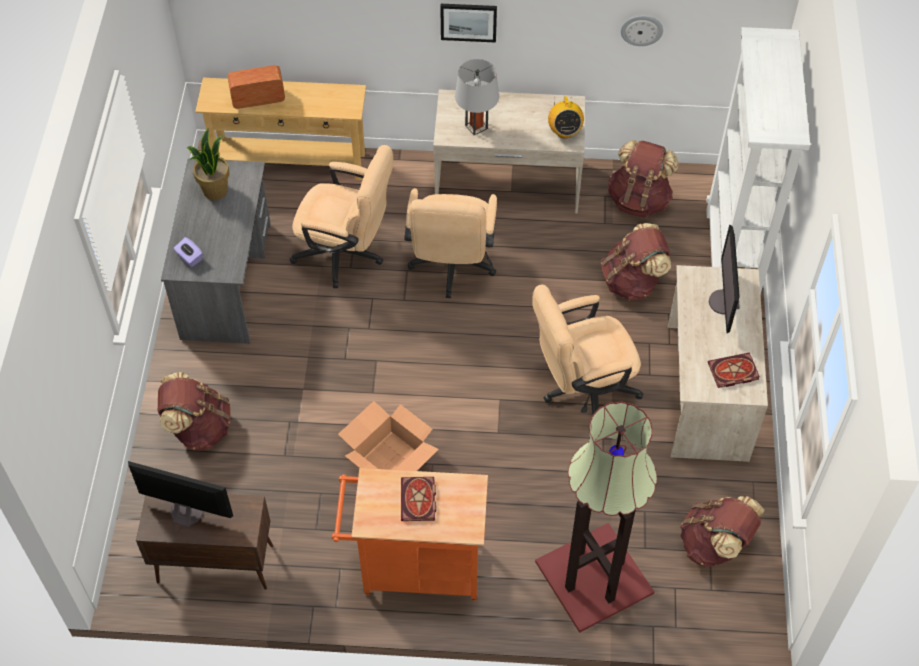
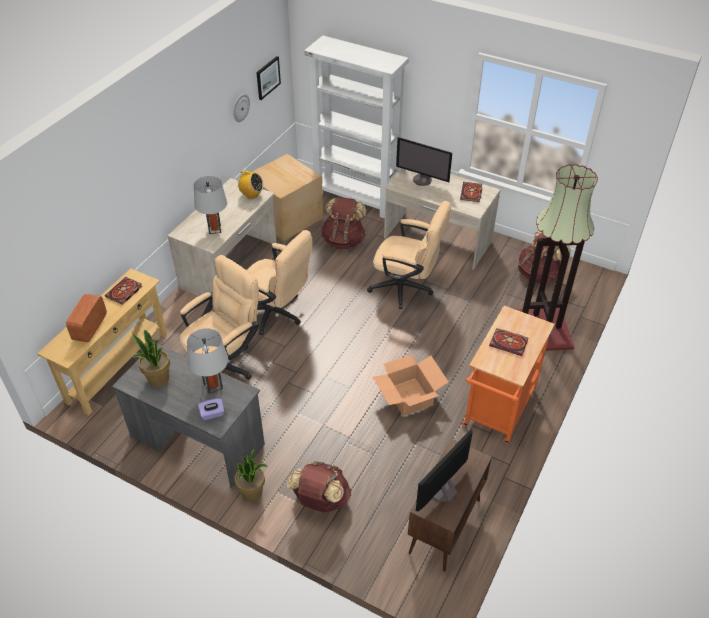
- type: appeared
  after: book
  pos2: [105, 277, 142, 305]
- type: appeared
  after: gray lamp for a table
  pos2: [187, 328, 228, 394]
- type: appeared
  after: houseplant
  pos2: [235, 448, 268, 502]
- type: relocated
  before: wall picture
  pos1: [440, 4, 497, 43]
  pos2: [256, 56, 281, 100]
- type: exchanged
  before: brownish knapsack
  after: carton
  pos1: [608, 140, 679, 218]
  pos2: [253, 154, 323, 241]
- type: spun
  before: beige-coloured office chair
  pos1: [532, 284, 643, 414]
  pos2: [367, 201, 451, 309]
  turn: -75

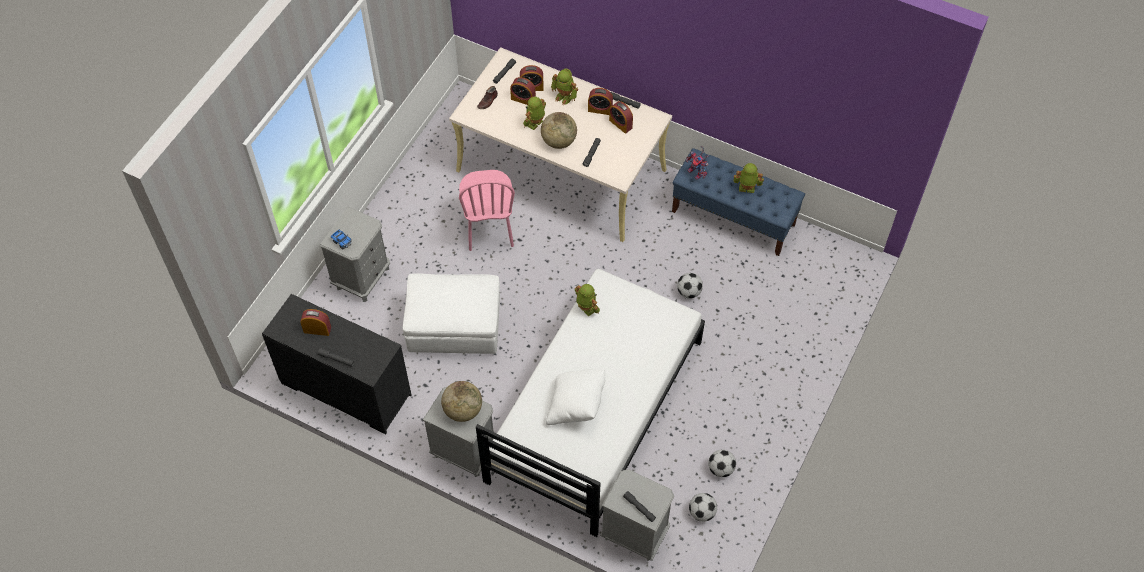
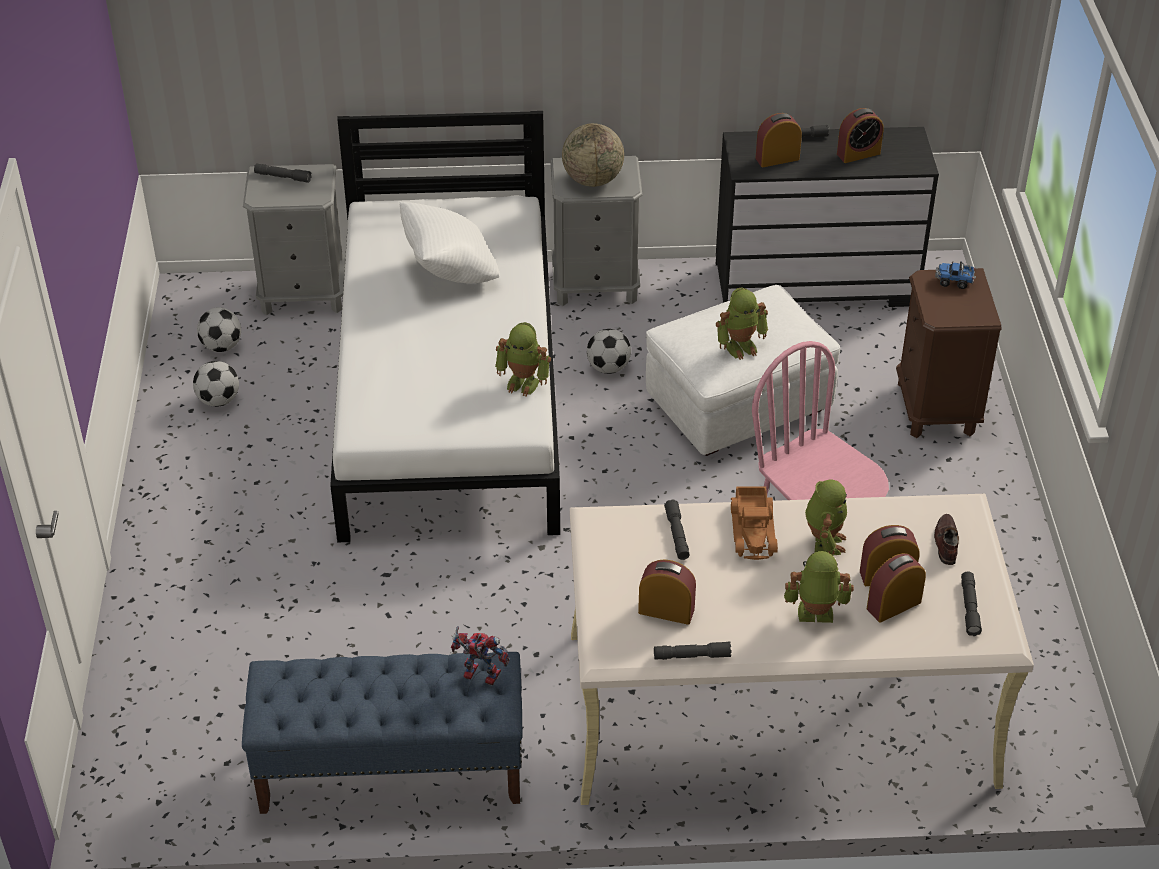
- type: relocated
  before: bedside clock
  pos1: [588, 88, 613, 115]
  pos2: [755, 113, 802, 168]
- type: relocated
  before: ball for football
  pos1: [677, 273, 703, 299]
  pos2: [587, 329, 631, 374]
- type: relocated
  before: model robot
  pos1: [733, 163, 764, 193]
  pos2: [716, 288, 768, 360]
- type: exchanged
  before: world globe
  after: toy truck
  pos1: [541, 112, 577, 149]
  pos2: [731, 486, 778, 560]
- type: colour
  before: gray bedside table
  after: brownish bedside table
  pos1: [320, 207, 390, 302]
  pos2: [896, 268, 1001, 438]

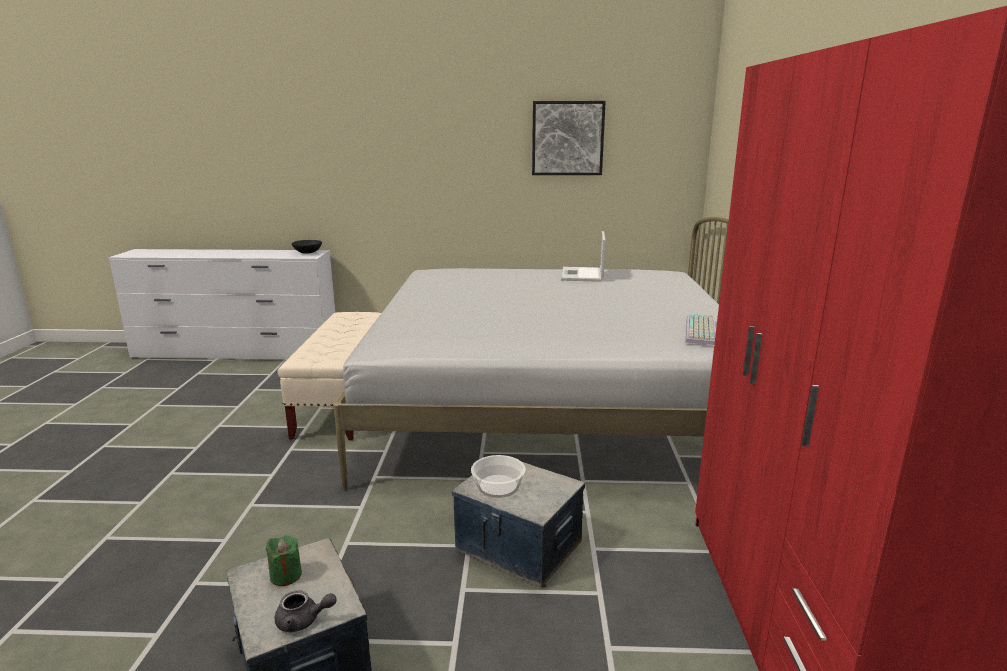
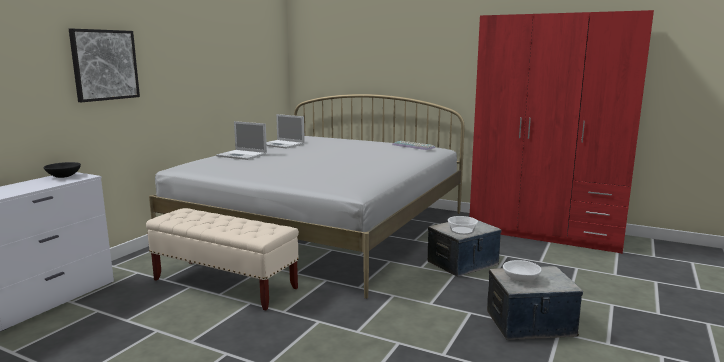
- type: missing
  before: gray tea pot
  pos1: [275, 590, 336, 632]
- type: appeared
  after: portable computer
  pos2: [216, 121, 267, 160]
- type: relocated
  before: wall picture
  pos1: [532, 101, 606, 175]
  pos2: [69, 29, 140, 102]
- type: exchanged
  before: green-coloured candle
  after: whitish bowl
  pos1: [266, 535, 302, 586]
  pos2: [503, 260, 541, 282]

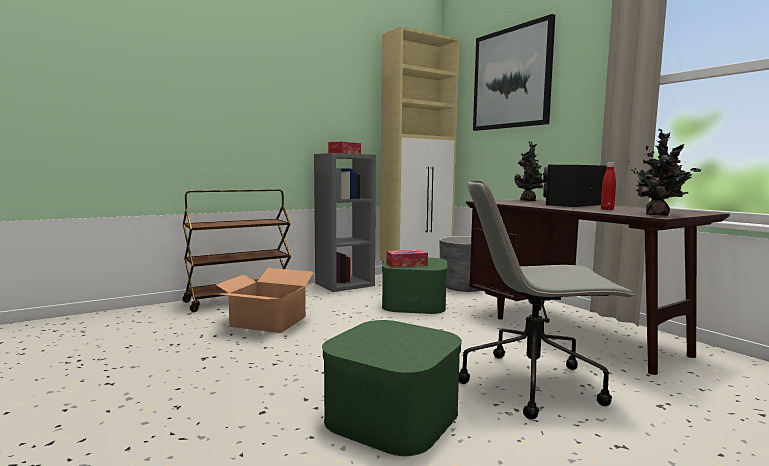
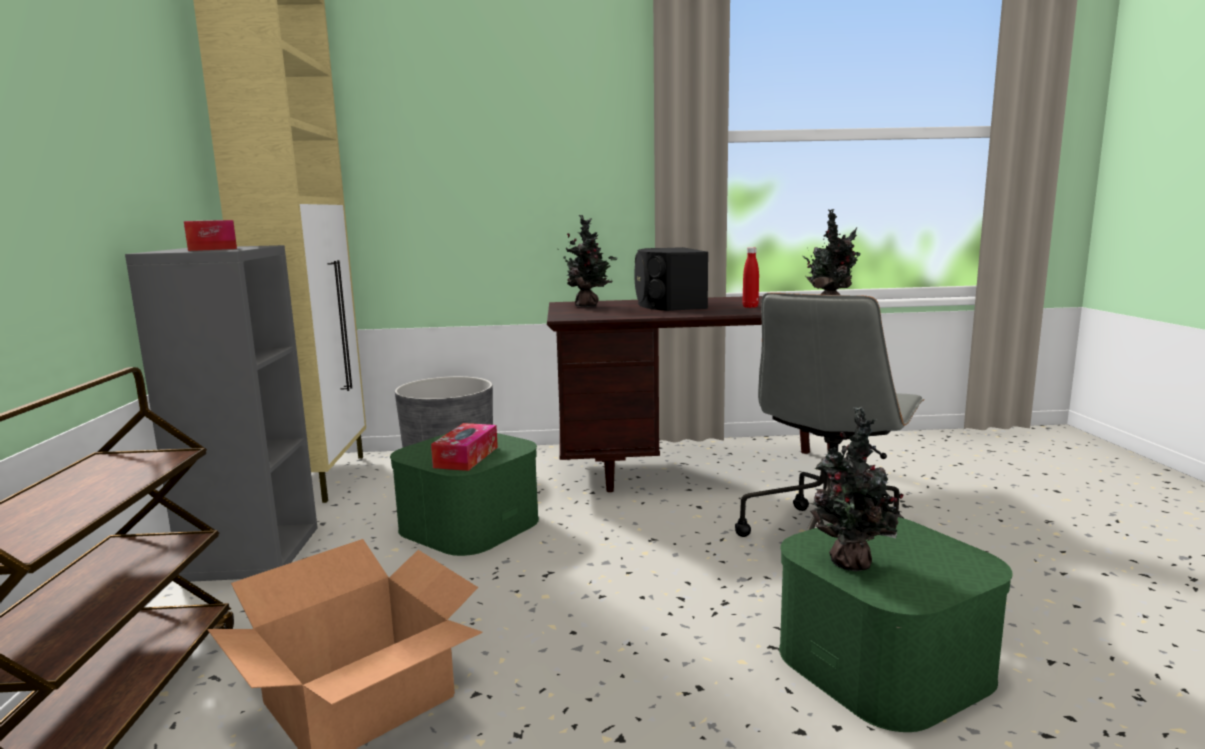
- type: missing
  before: wall picture
  pos1: [473, 14, 555, 131]
- type: appeared
  after: houseplant
  pos2: [810, 407, 904, 571]

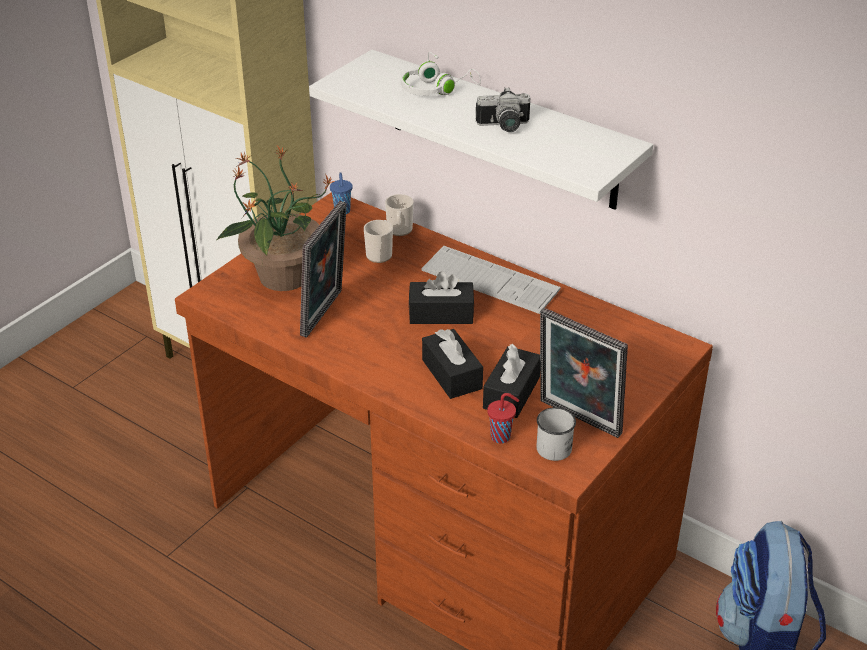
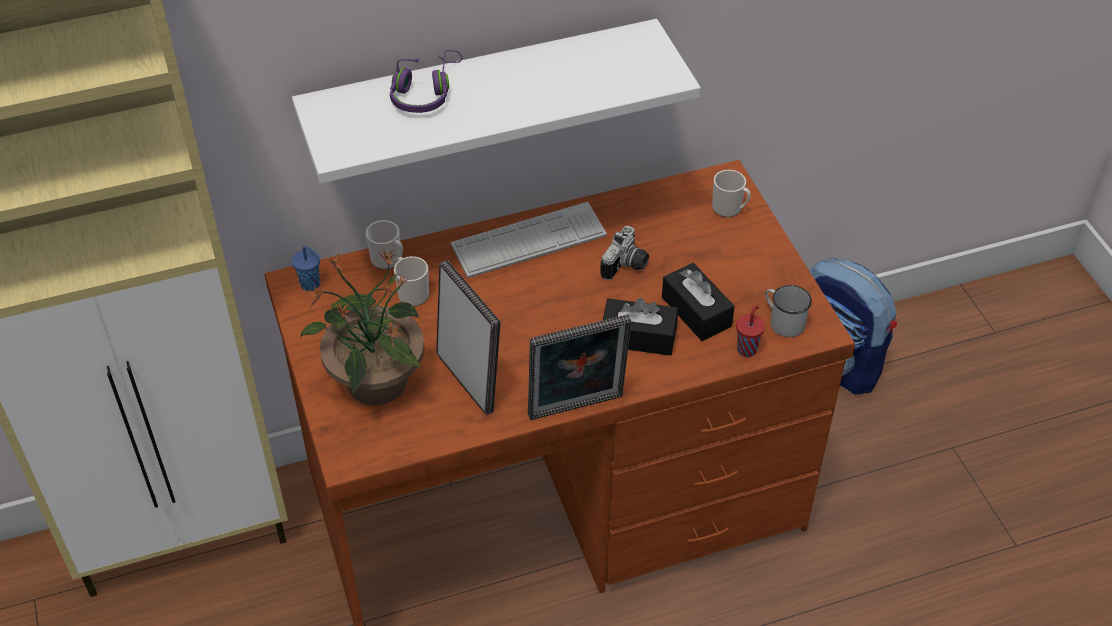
- type: missing
  before: black-coloured tissue box
  pos1: [409, 271, 474, 324]
- type: appeared
  after: coffee mug
  pos2: [712, 170, 751, 217]
- type: relocated
  before: still camera
  pos1: [476, 87, 530, 132]
  pos2: [600, 226, 649, 280]
- type: relocated
  before: photo frame
  pos1: [540, 308, 628, 438]
  pos2: [528, 314, 631, 420]
- type: colour
  before: whitish headset
  after: purple-coloured headset
  pos1: [401, 52, 481, 96]
  pos2: [390, 50, 462, 113]

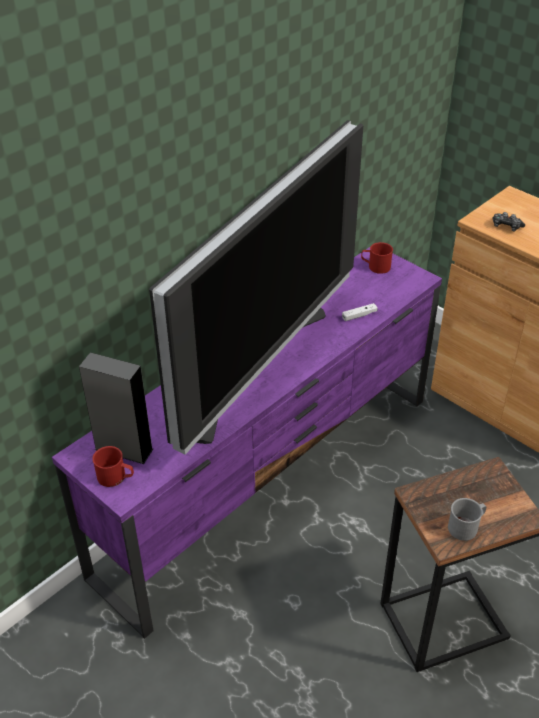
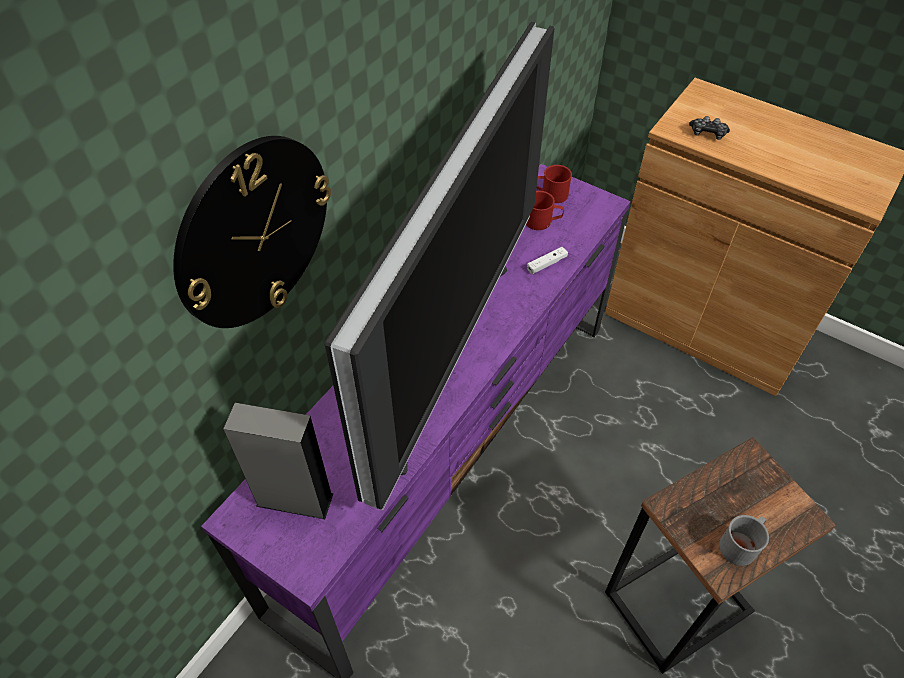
- type: appeared
  after: clock on the wall
  pos2: [173, 136, 331, 328]
- type: relocated
  before: red-coloured coffee mug
  pos1: [92, 446, 134, 487]
  pos2: [526, 191, 564, 230]

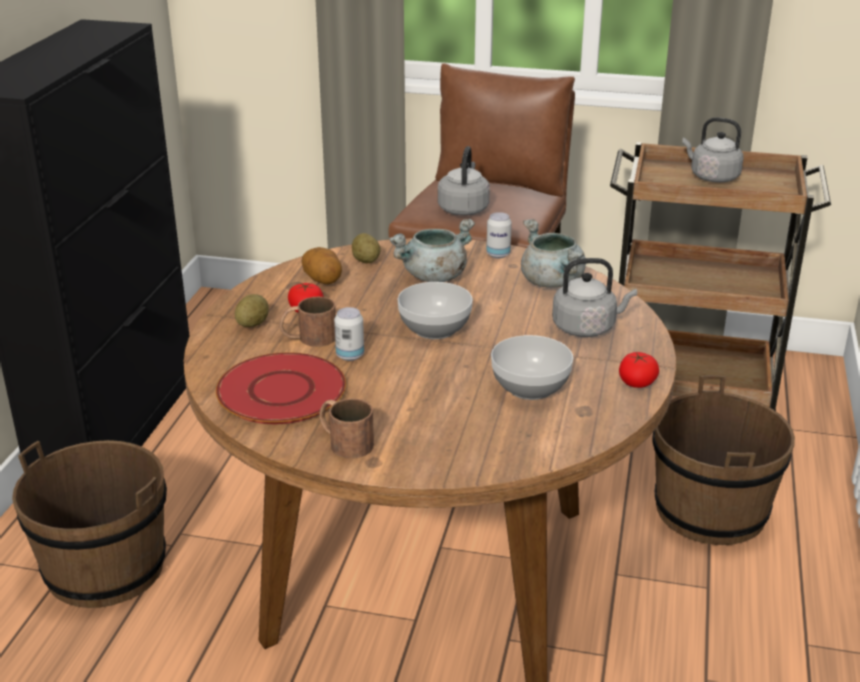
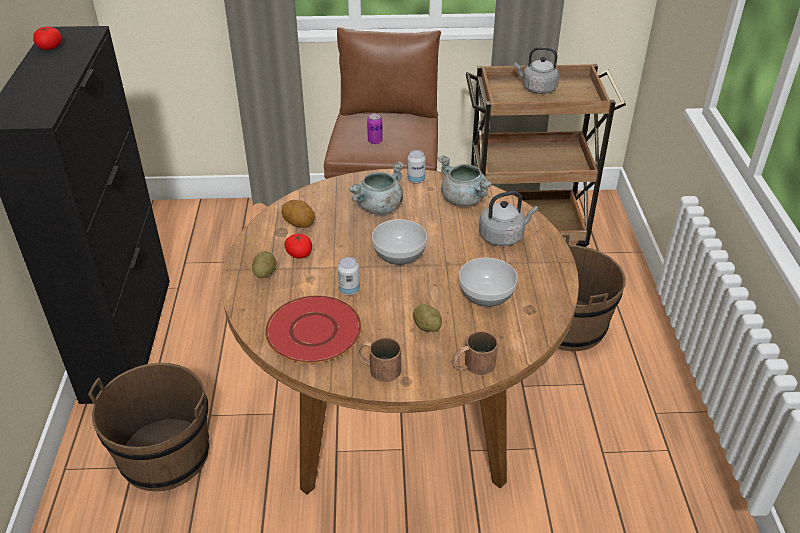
- type: relocated
  before: brownish coffee mug
  pos1: [279, 297, 336, 347]
  pos2: [452, 331, 498, 375]
- type: relocated
  before: potato
  pos1: [352, 233, 381, 263]
  pos2: [413, 304, 442, 332]
- type: relocated
  before: whole tomato
  pos1: [619, 352, 659, 388]
  pos2: [33, 27, 62, 50]
- type: exchanged
  before: gray tea kettle
  after: metal can
  pos1: [438, 146, 490, 215]
  pos2: [367, 113, 383, 144]

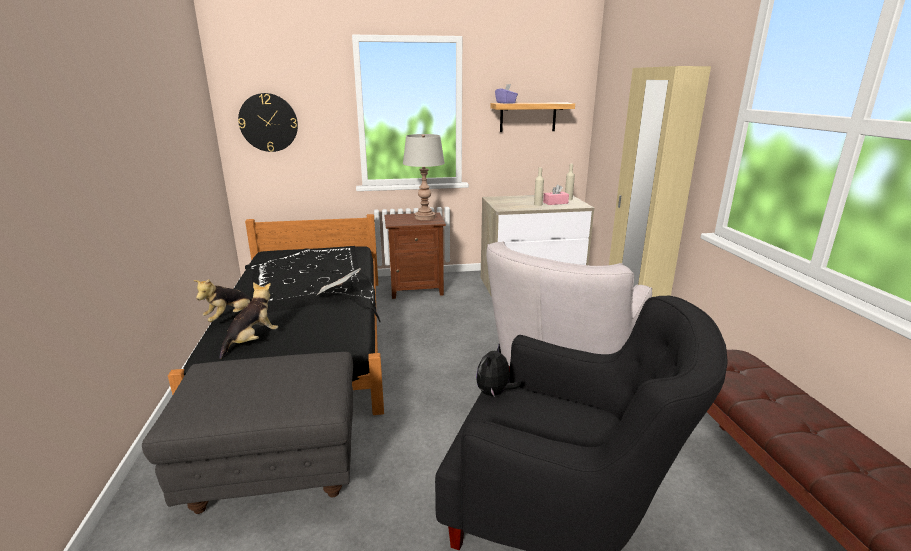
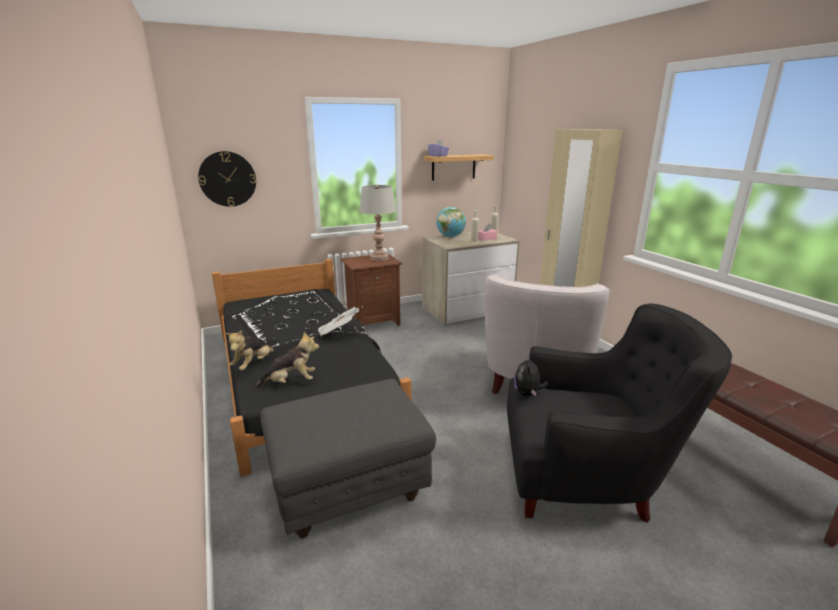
- type: appeared
  after: world globe
  pos2: [436, 207, 466, 237]
- type: spun
  before: soft toy
  pos1: [219, 282, 278, 359]
  pos2: [254, 332, 319, 388]
  turn: 60

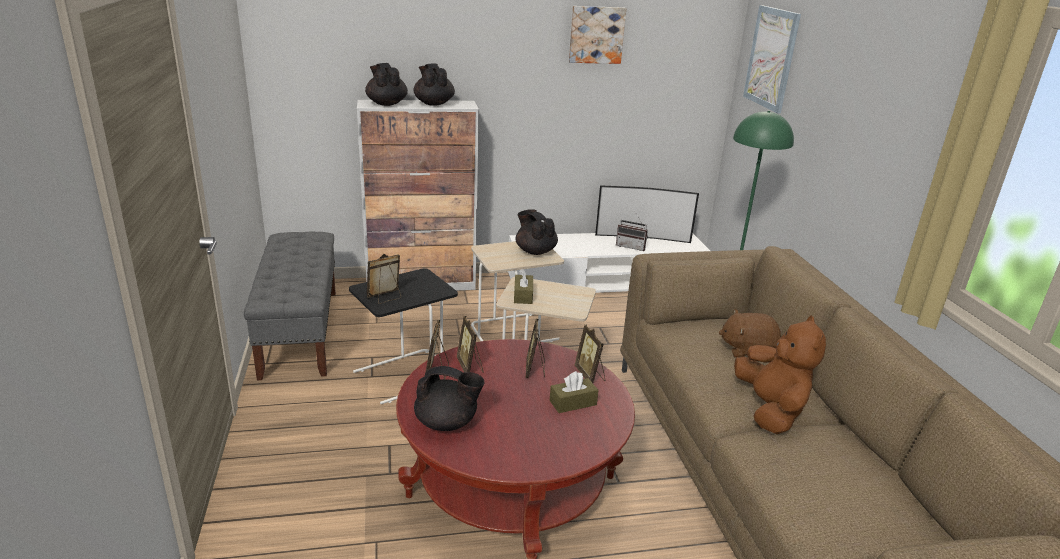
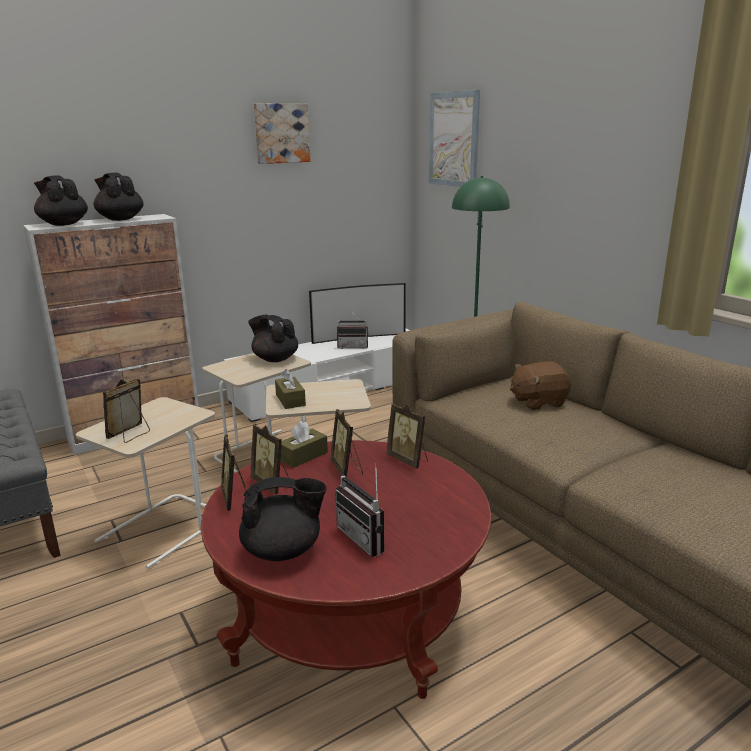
- type: missing
  before: brownish soft toy
  pos1: [734, 316, 826, 434]
- type: appeared
  after: radio
  pos2: [335, 463, 384, 557]
- type: relocated
  before: brownish tissue box
  pos1: [550, 371, 598, 413]
  pos2: [281, 421, 328, 468]
- type: colour
  before: black-coloured end table
  after: beige-coloured end table
  pos1: [349, 268, 458, 404]
  pos2: [76, 397, 215, 569]

